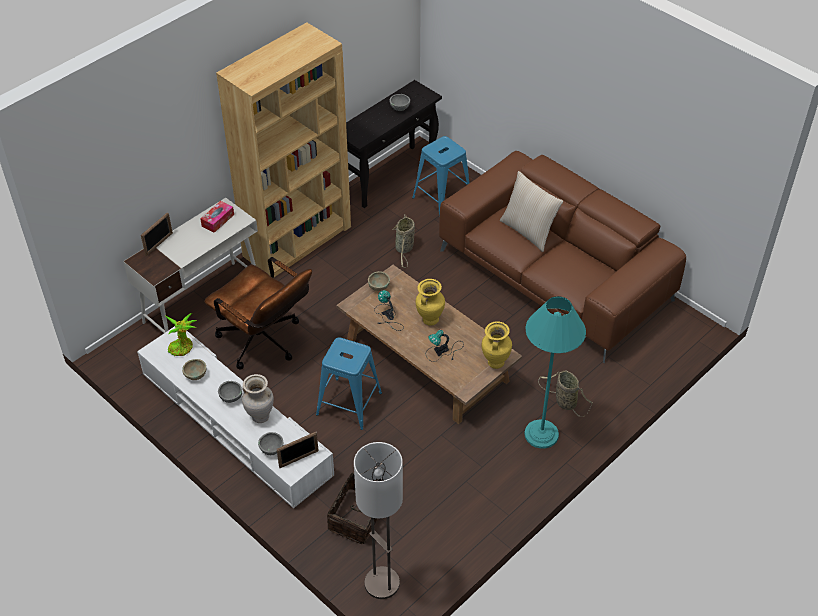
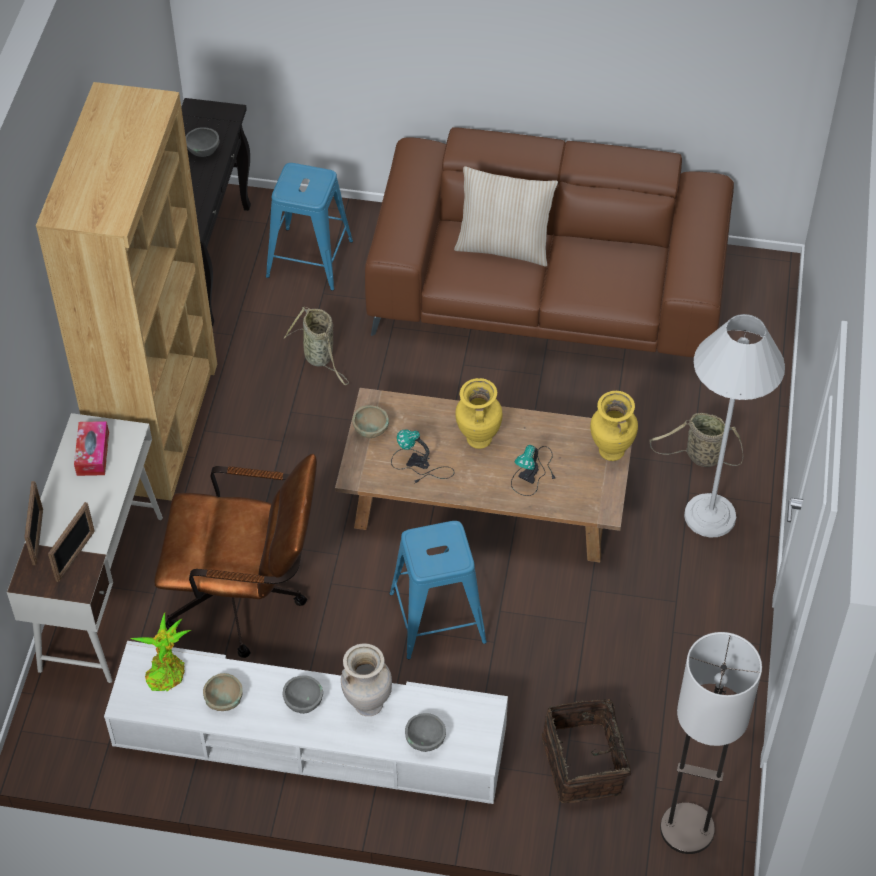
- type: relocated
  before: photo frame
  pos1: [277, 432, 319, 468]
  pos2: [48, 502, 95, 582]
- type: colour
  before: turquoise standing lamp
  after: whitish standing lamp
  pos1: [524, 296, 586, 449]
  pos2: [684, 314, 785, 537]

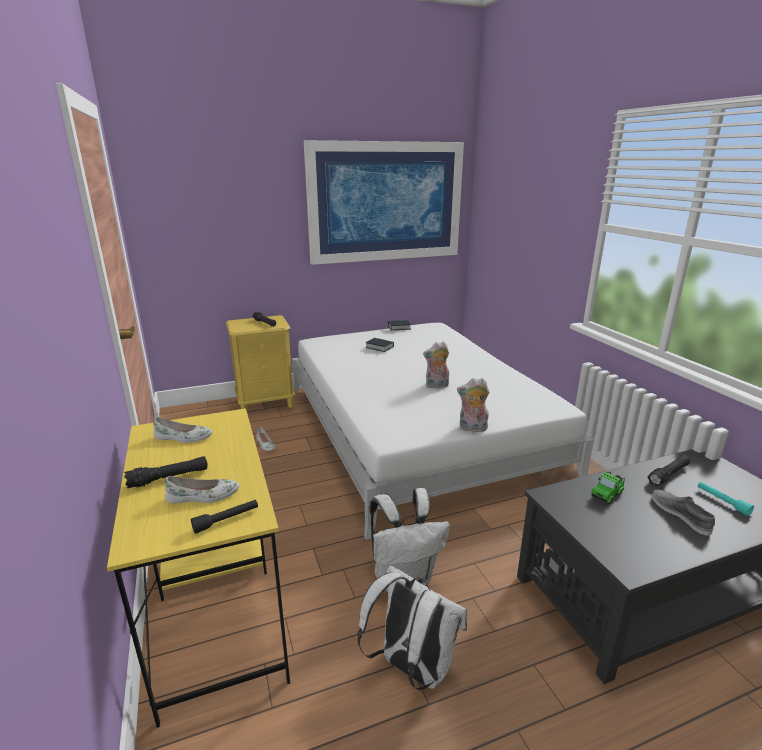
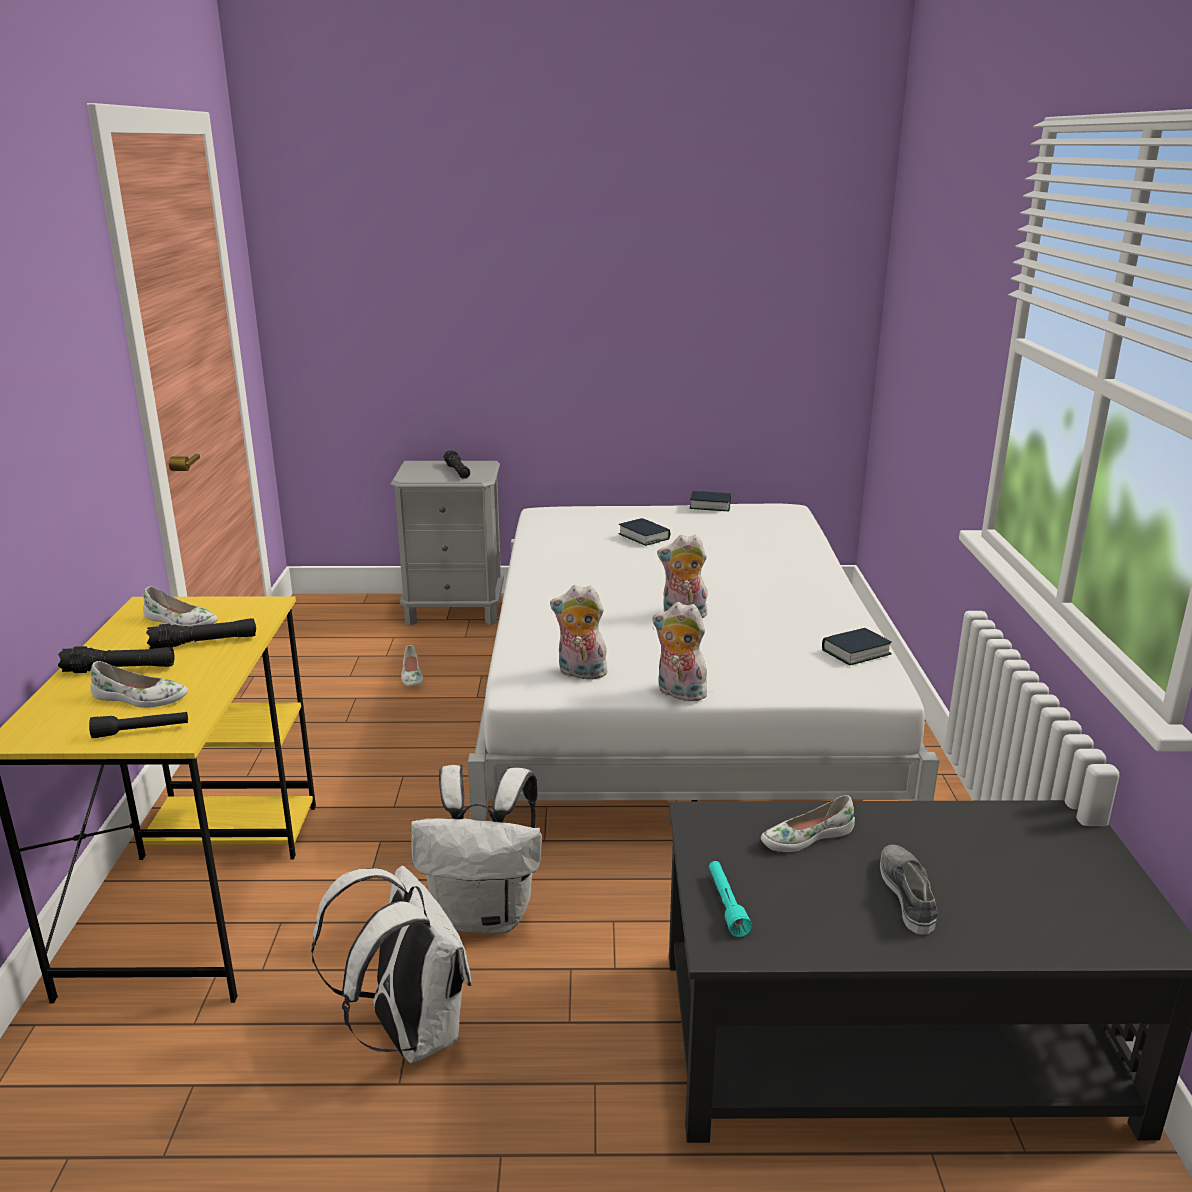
- type: missing
  before: wall picture
  pos1: [304, 140, 464, 265]
- type: appeared
  after: soft toy
  pos2: [550, 585, 608, 679]
- type: appeared
  after: book
  pos2: [822, 628, 892, 665]
- type: relocated
  before: black-coloured flashlight
  pos1: [648, 455, 690, 486]
  pos2: [146, 618, 256, 649]
- type: relocated
  before: turquoise flashlight
  pos1: [698, 482, 754, 516]
  pos2: [709, 861, 752, 937]
- type: exchanged
  before: toy car
  after: whitish shoe
  pos1: [590, 472, 625, 504]
  pos2: [761, 795, 855, 852]
- type: colour
  before: yellow-coloured bedside table
  after: gray bedside table
  pos1: [226, 315, 296, 414]
  pos2: [391, 461, 504, 625]

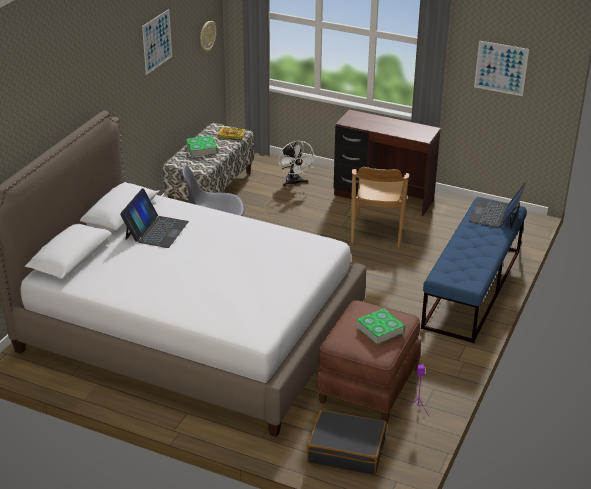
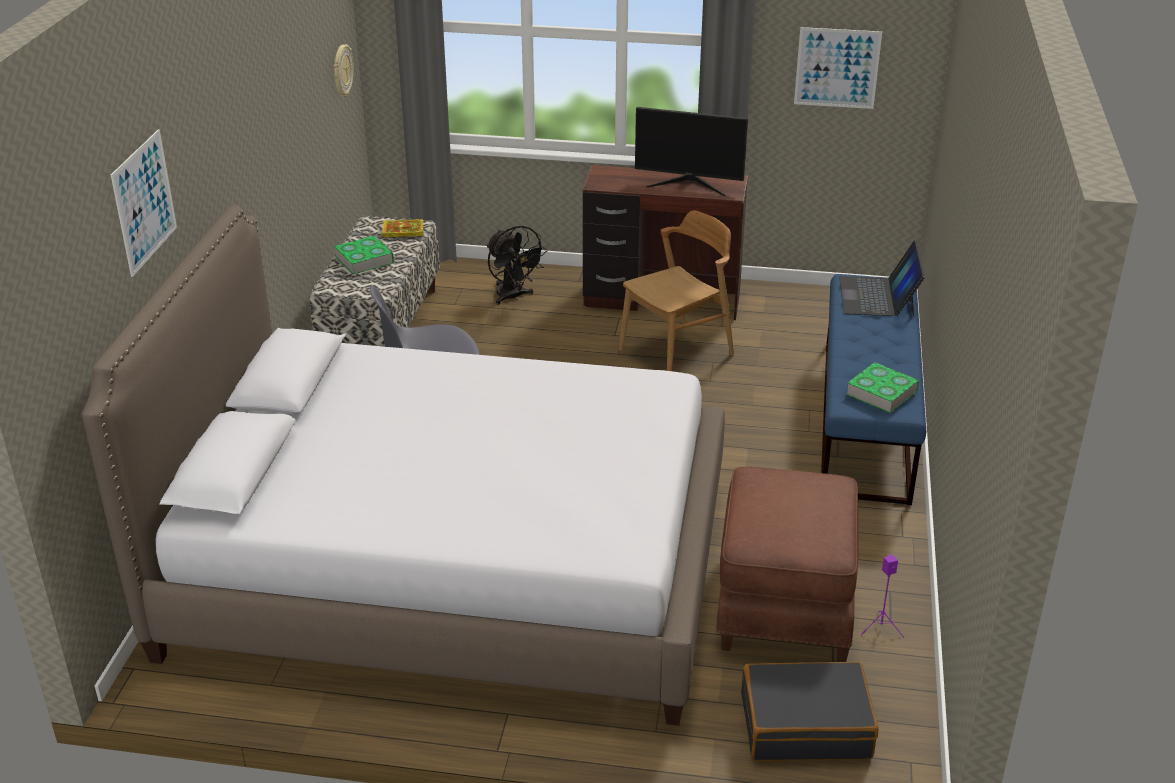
- type: missing
  before: portable computer
  pos1: [120, 188, 189, 248]
- type: appeared
  after: computer display
  pos2: [635, 107, 748, 196]
- type: relocated
  before: wall picture
  pos1: [142, 9, 172, 75]
  pos2: [111, 129, 177, 277]
- type: relocated
  before: book
  pos1: [356, 308, 405, 344]
  pos2: [846, 362, 919, 413]
- type: colour
  before: whitish fan
  after: black-coloured fan
  pos1: [278, 141, 316, 187]
  pos2: [487, 226, 548, 305]
- type: spun
  before: brownish upright chair
  pos1: [351, 167, 409, 247]
  pos2: [619, 210, 734, 371]
  turn: -120

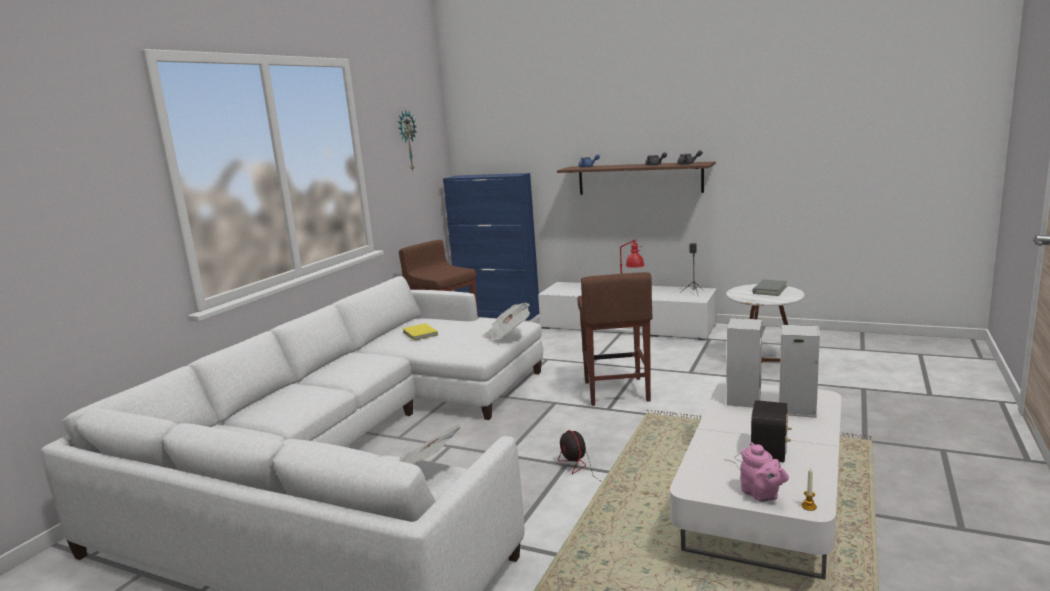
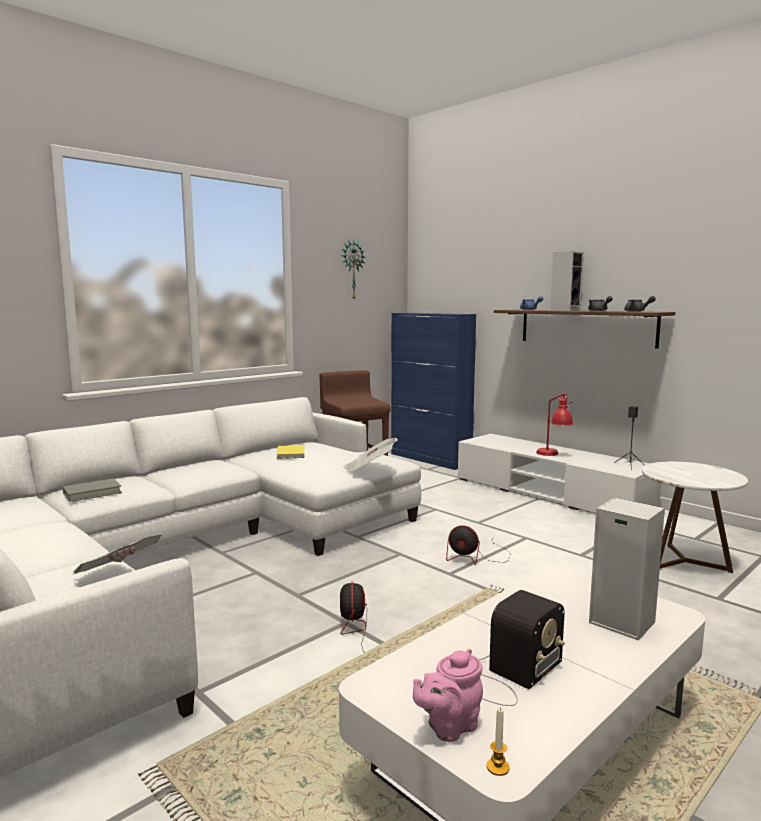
- type: relocated
  before: audio speaker
  pos1: [727, 318, 762, 408]
  pos2: [550, 251, 584, 311]
- type: relocated
  before: gray book
  pos1: [752, 280, 788, 296]
  pos2: [63, 478, 122, 502]
- type: exchanged
  before: brownish stool seat
  after: fan
  pos1: [578, 272, 653, 406]
  pos2: [446, 525, 511, 565]
- type: spun
  before: pink-coloured tea pot
  pos1: [740, 442, 789, 502]
  pos2: [413, 649, 483, 742]
  turn: 60

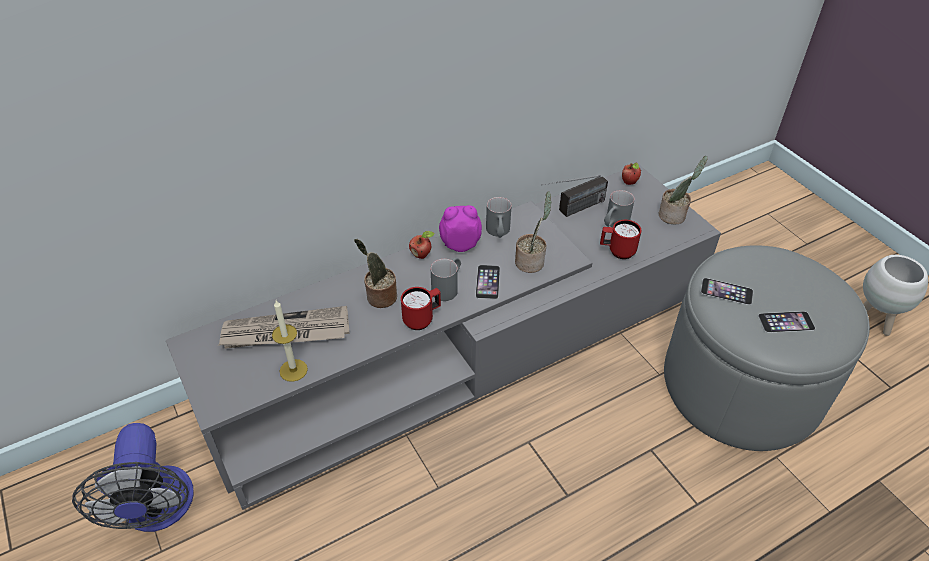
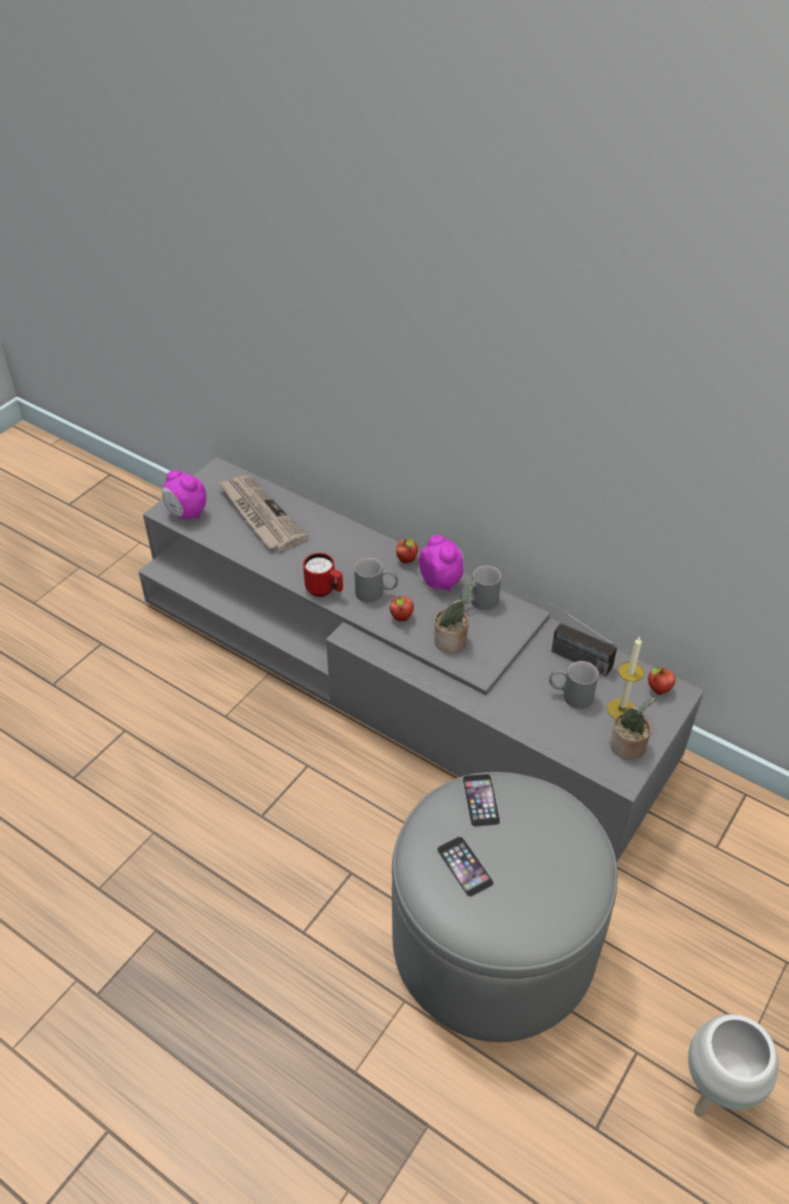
- type: missing
  before: fan
  pos1: [72, 423, 194, 532]
- type: missing
  before: houseplant
  pos1: [354, 239, 397, 308]
- type: missing
  before: red-coloured coffee mug
  pos1: [600, 220, 641, 259]
- type: appeared
  after: bedside clock
  pos2: [162, 470, 206, 519]
- type: relocated
  before: candle
  pos1: [272, 300, 308, 382]
  pos2: [607, 637, 644, 719]
- type: exchanged
  before: handset
  after: apple
  pos1: [475, 265, 500, 299]
  pos2: [389, 596, 414, 621]

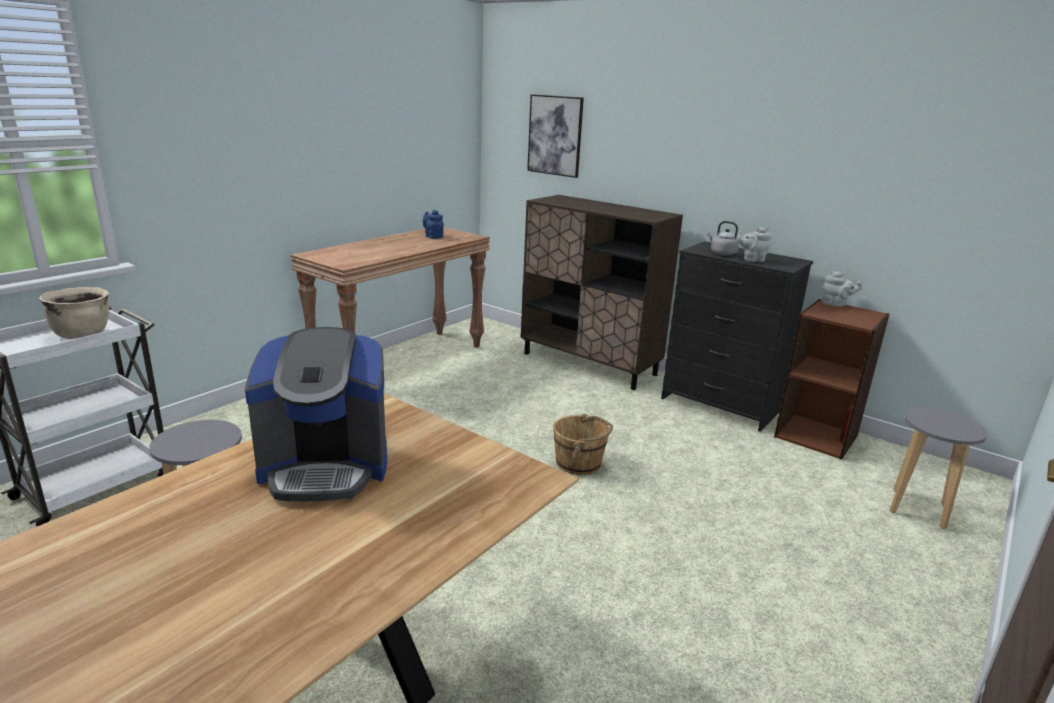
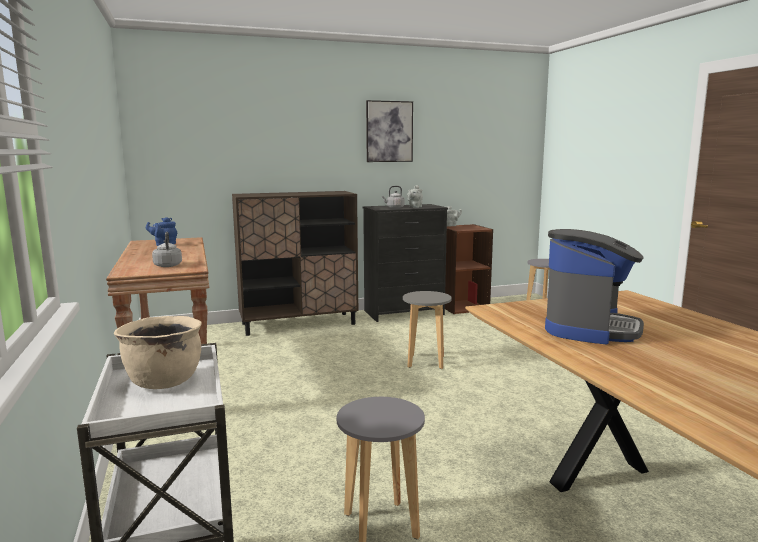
- type: appeared
  after: gray tea kettle
  pos2: [152, 232, 182, 267]
- type: relocated
  before: wall picture
  pos1: [527, 94, 584, 178]
  pos2: [366, 100, 413, 162]
- type: exchanged
  before: brownish bucket
  after: gray stool seat
  pos1: [553, 414, 613, 475]
  pos2: [403, 291, 452, 369]

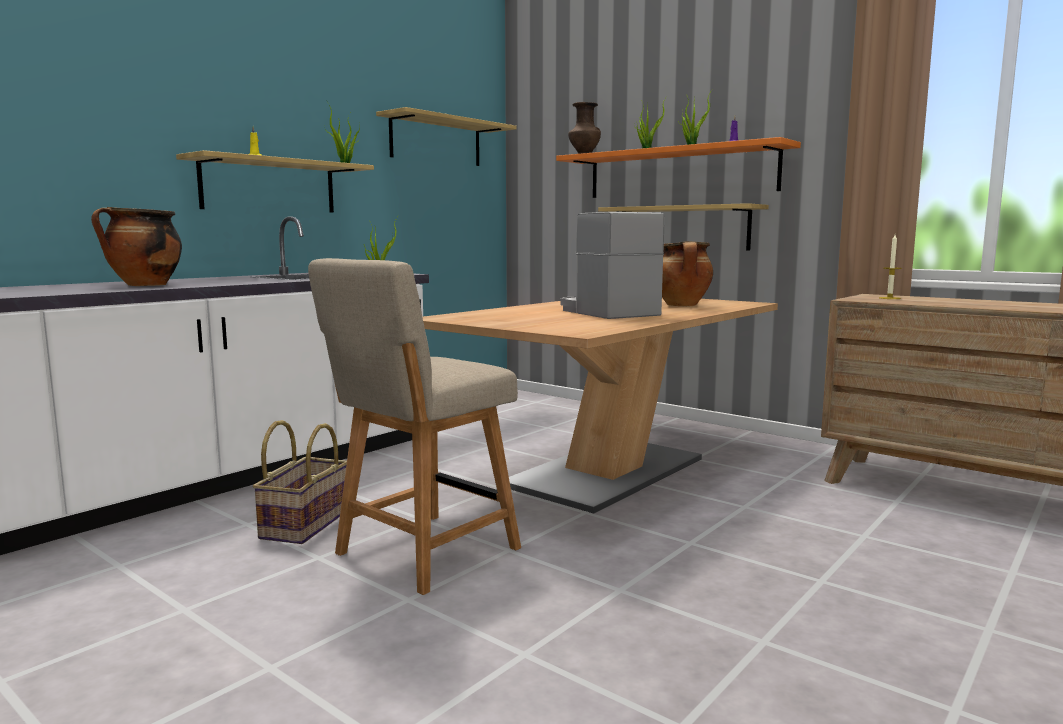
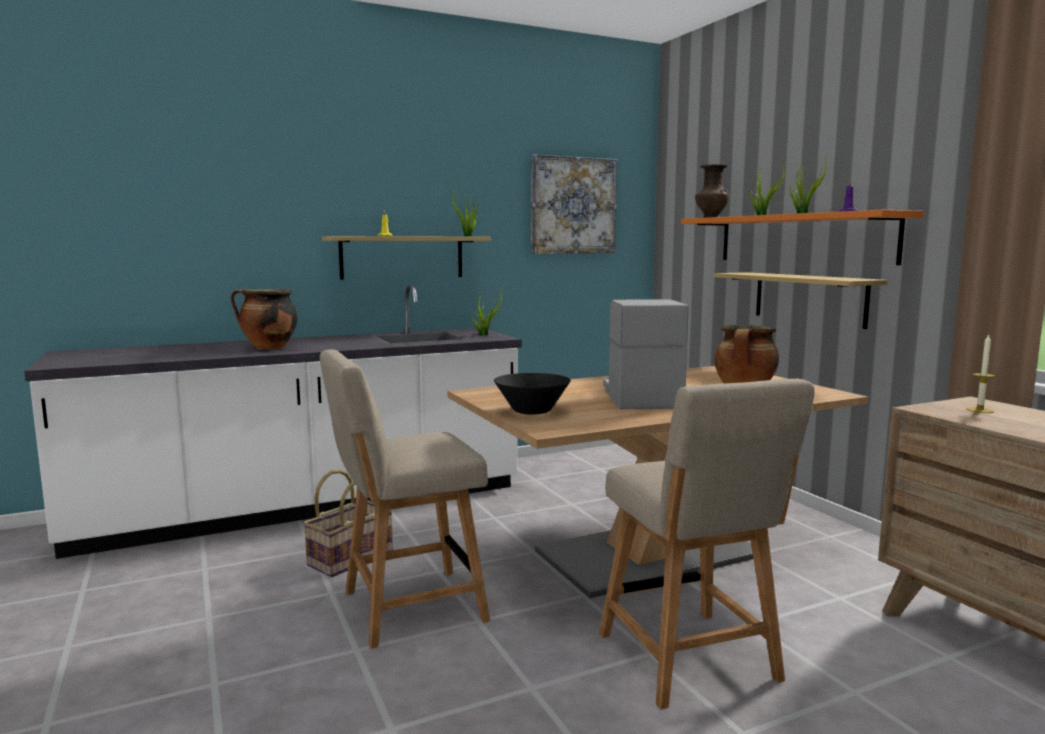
- type: appeared
  after: black-coloured bowl
  pos2: [494, 373, 571, 415]
- type: appeared
  after: beige-coloured upright chair
  pos2: [599, 379, 815, 710]
- type: exchanged
  before: wall shelf
  after: wall picture
  pos1: [376, 107, 517, 166]
  pos2: [531, 154, 617, 254]

